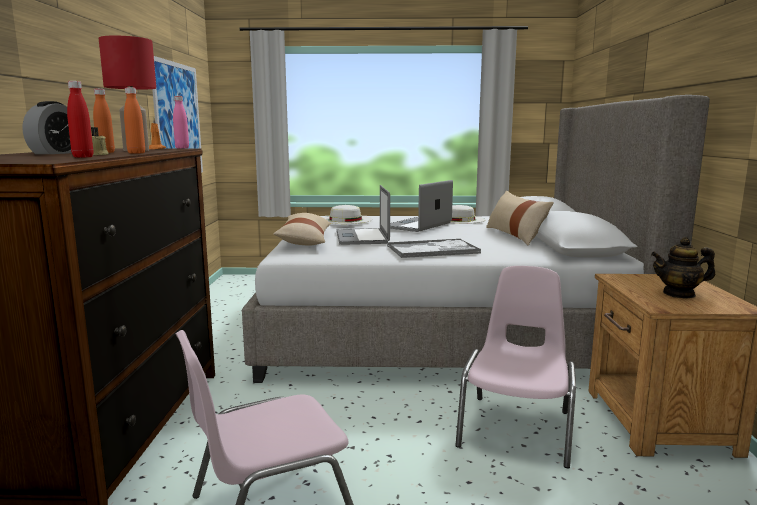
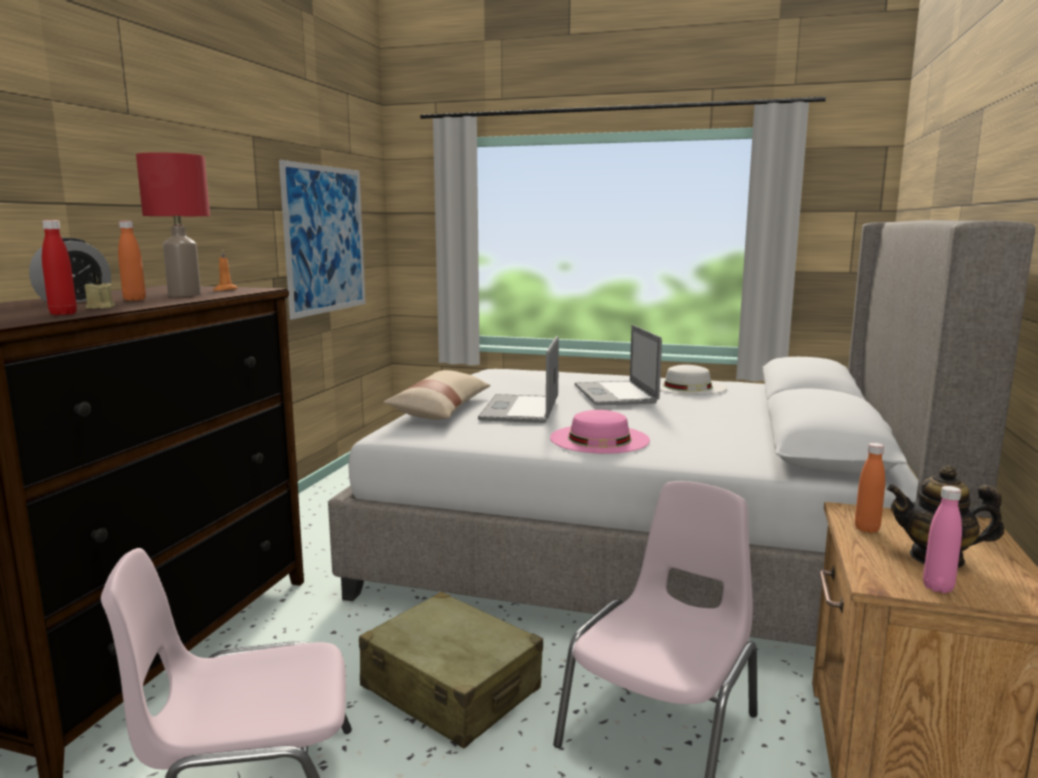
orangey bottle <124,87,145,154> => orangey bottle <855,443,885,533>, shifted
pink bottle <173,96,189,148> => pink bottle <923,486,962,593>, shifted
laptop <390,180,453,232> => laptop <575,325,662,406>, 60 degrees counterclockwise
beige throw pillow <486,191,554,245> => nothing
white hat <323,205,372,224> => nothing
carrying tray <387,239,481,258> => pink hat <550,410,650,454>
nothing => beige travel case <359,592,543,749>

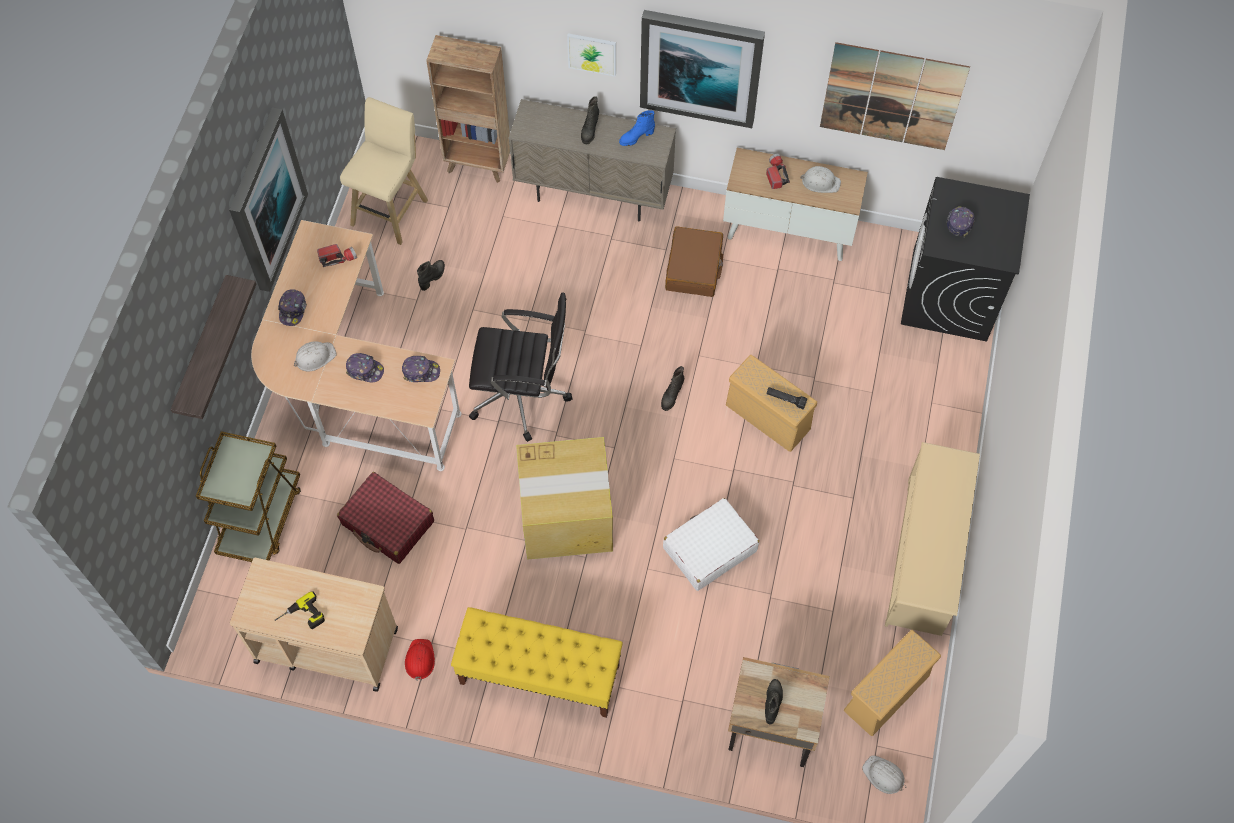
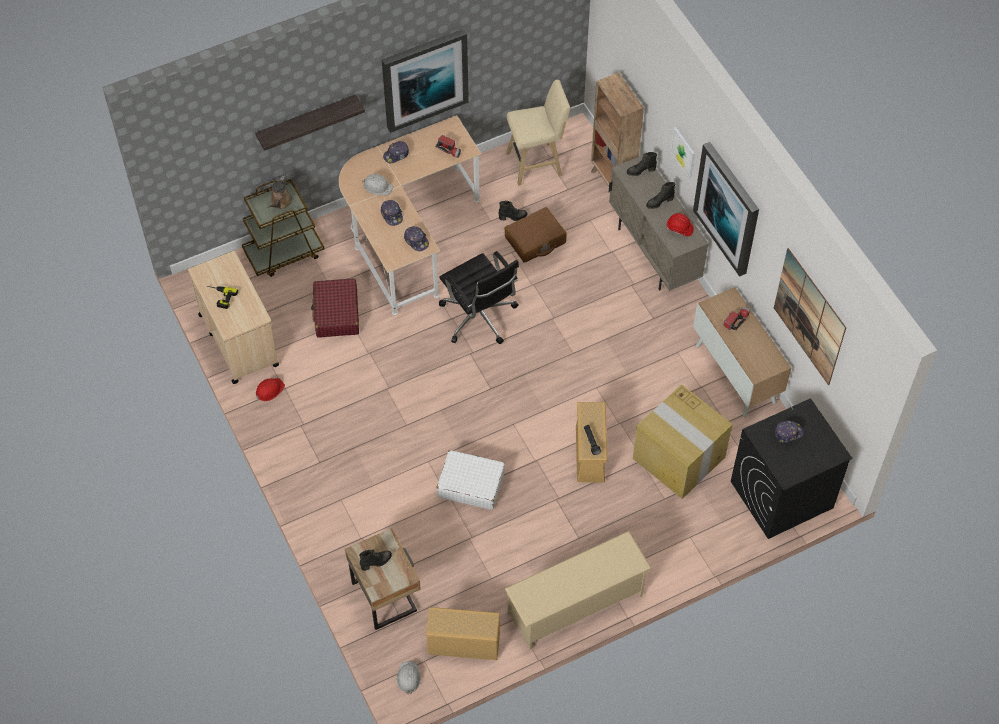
bluish high-top boot <619,110,655,146> => red-coloured hard hat <666,213,694,236>
white hard hat <800,166,841,193> => nothing
brownish travel case <665,226,723,297> => brownish travel case <504,207,566,263>, shifted
blackish high-top boot <661,366,684,411> => blackish high-top boot <627,152,657,176>, shifted
cardboard box <516,437,613,560> => cardboard box <633,384,733,499>, shifted
yellowish bench <451,607,623,718> => nothing
nothing => brownish sprinkling can <268,175,293,209>

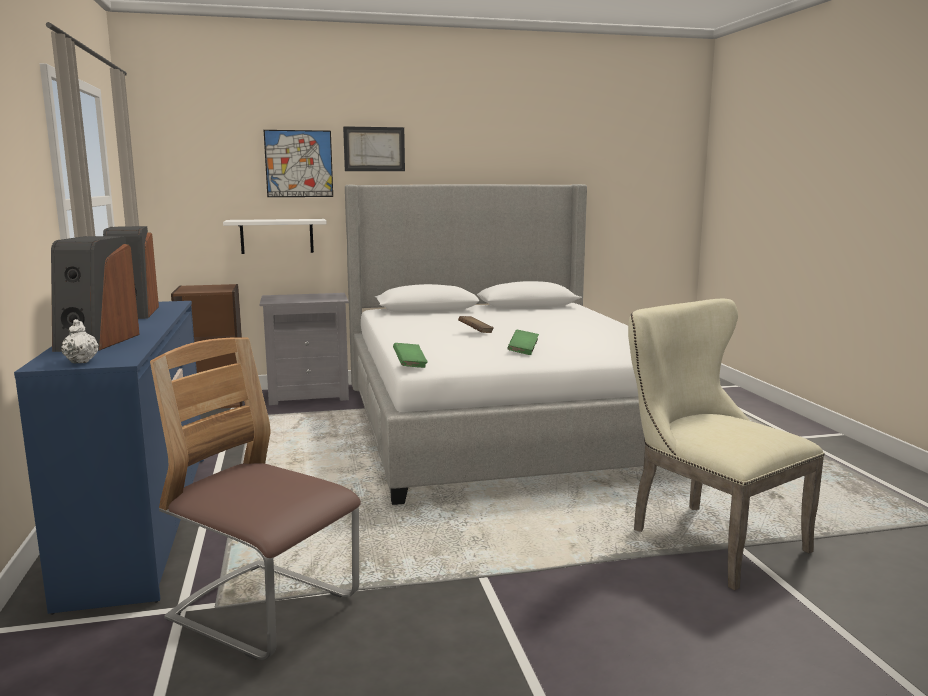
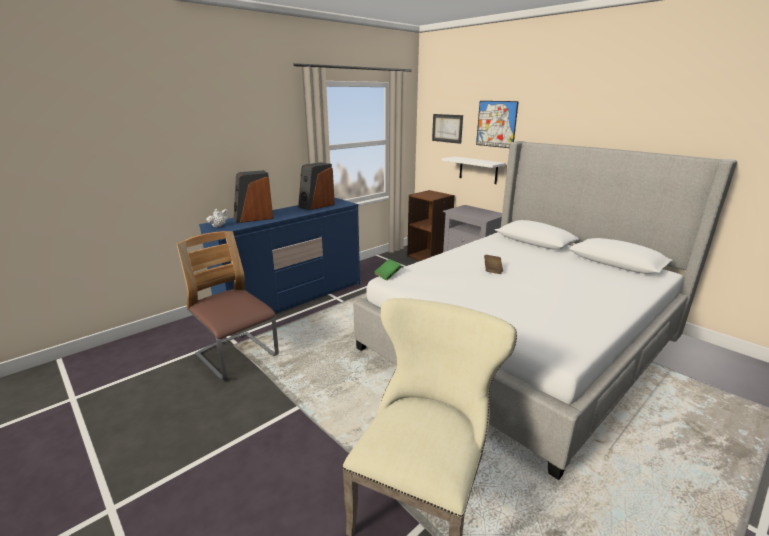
picture <343,126,405,171> => picture <432,114,463,144>, shifted
green-coloured bound book <507,330,539,355> => nothing
plain chair <150,337,361,660> => plain chair <177,231,279,380>, 45 degrees counterclockwise

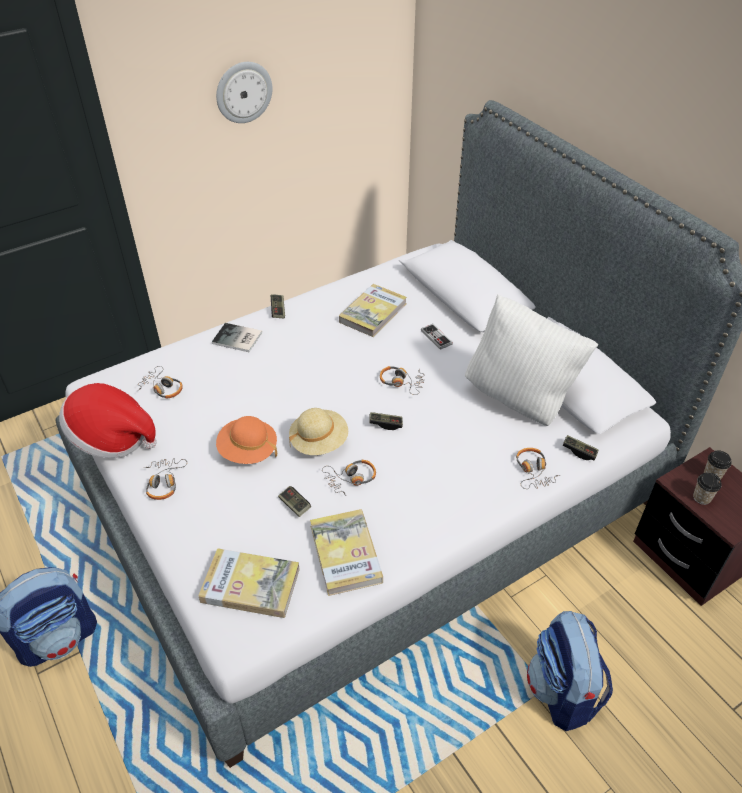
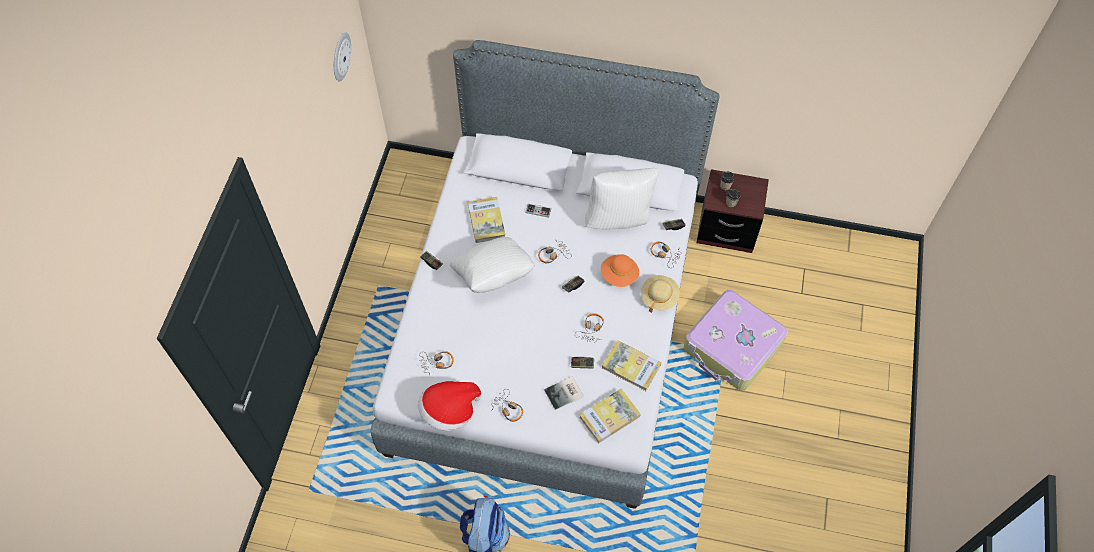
hanging clock <216,62,272,123> => hanging clock <334,32,351,81>, shifted
bound book <212,323,262,352> => bound book <544,377,584,410>, shifted
beige hat <289,408,348,455> => beige hat <641,275,680,312>, shifted
orangey hat <216,416,277,464> => orangey hat <601,254,639,287>, shifted
backpack <527,611,613,731> => travel case <684,290,788,391>
nothing => white throw pillow <450,237,535,293>

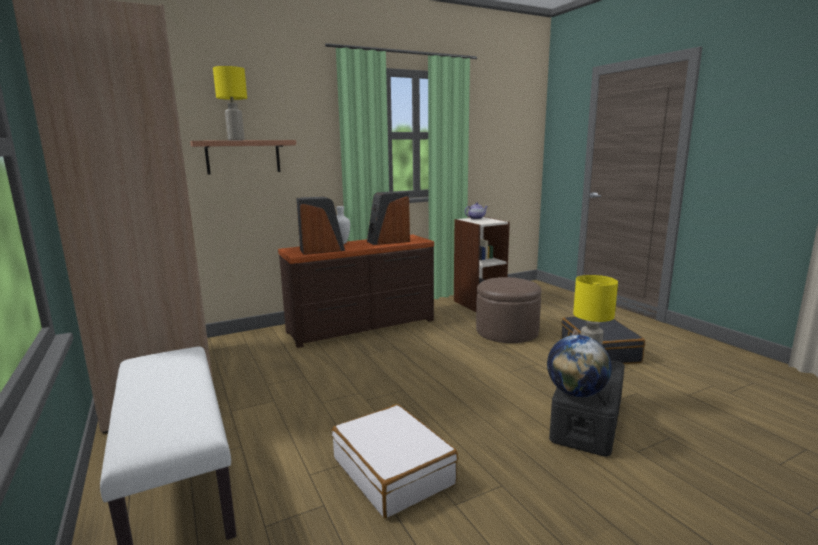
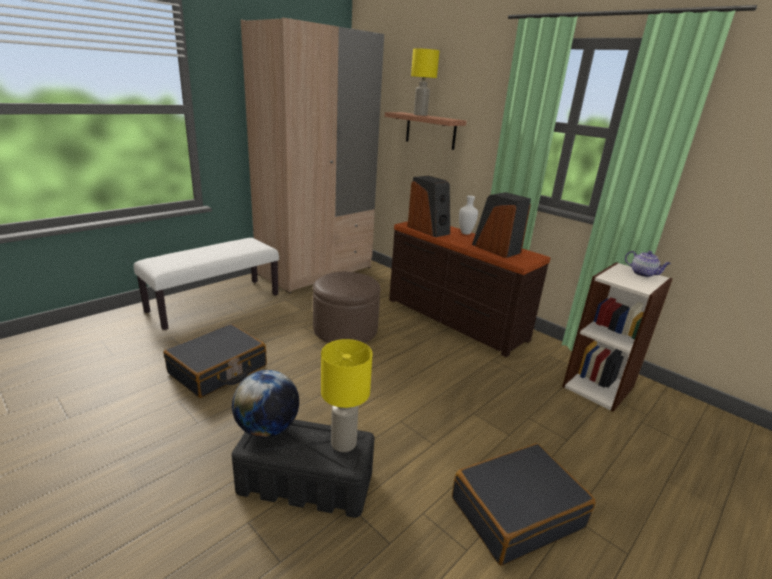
brownish footrest <476,277,541,343> => brownish footrest <313,272,380,343>, shifted
white travel case <332,404,458,518> => blackish travel case <163,324,267,398>

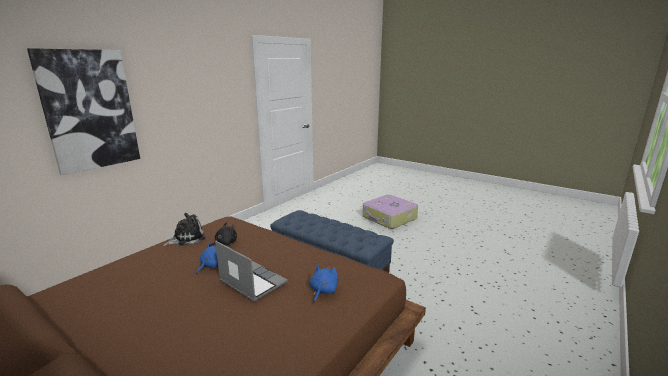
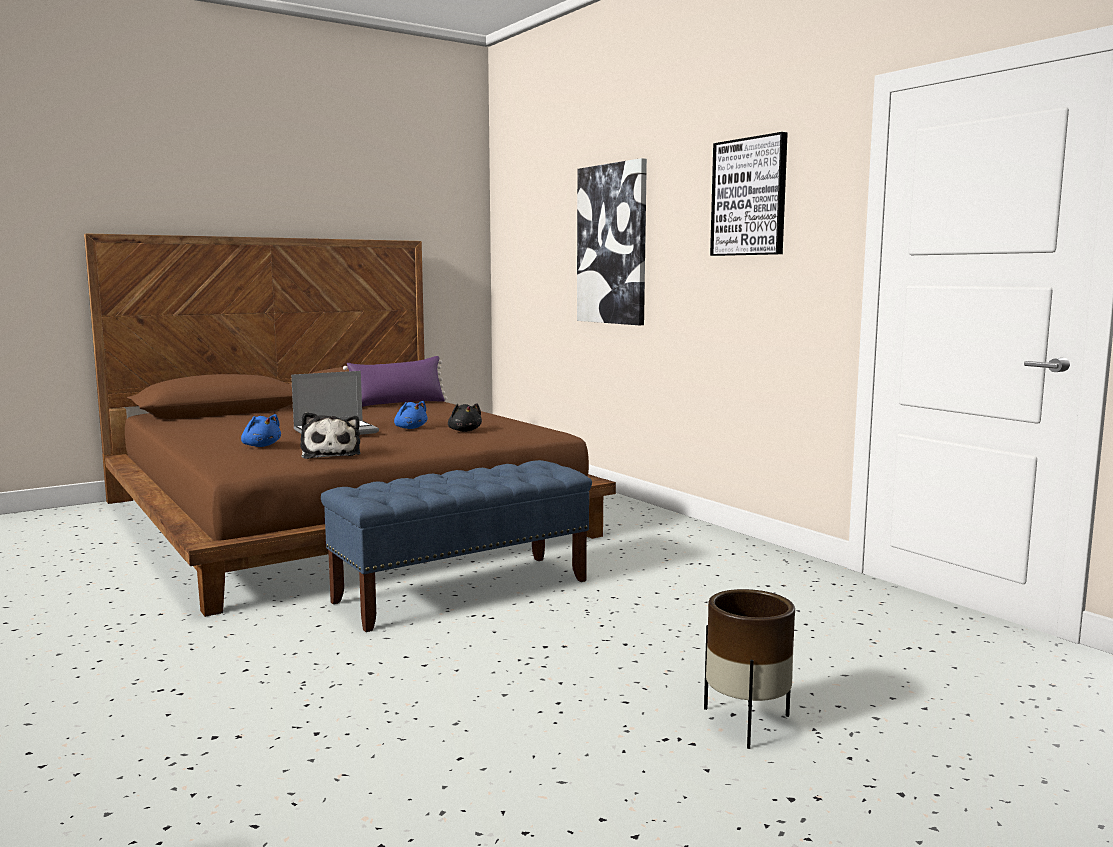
travel case <362,194,418,229> => brownish flower pot <704,589,795,749>
plush toy <163,213,205,246> => plush toy <300,412,360,459>, shifted
nothing => picture <710,132,788,256>
nothing => purple-coloured throw pillow <343,356,447,407>

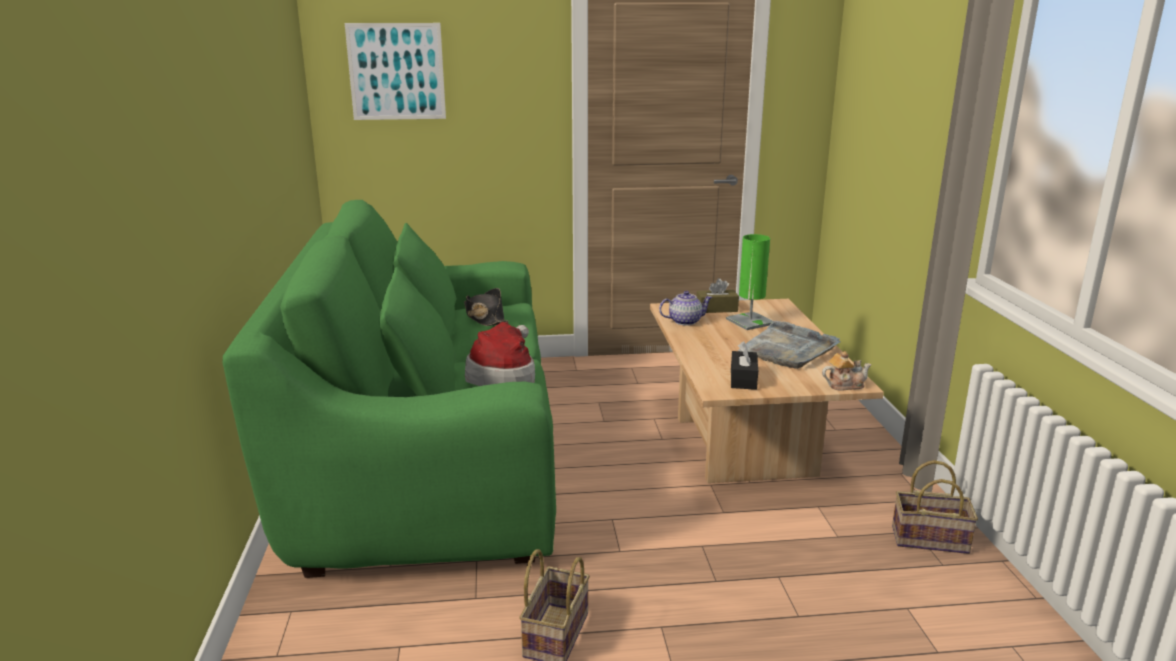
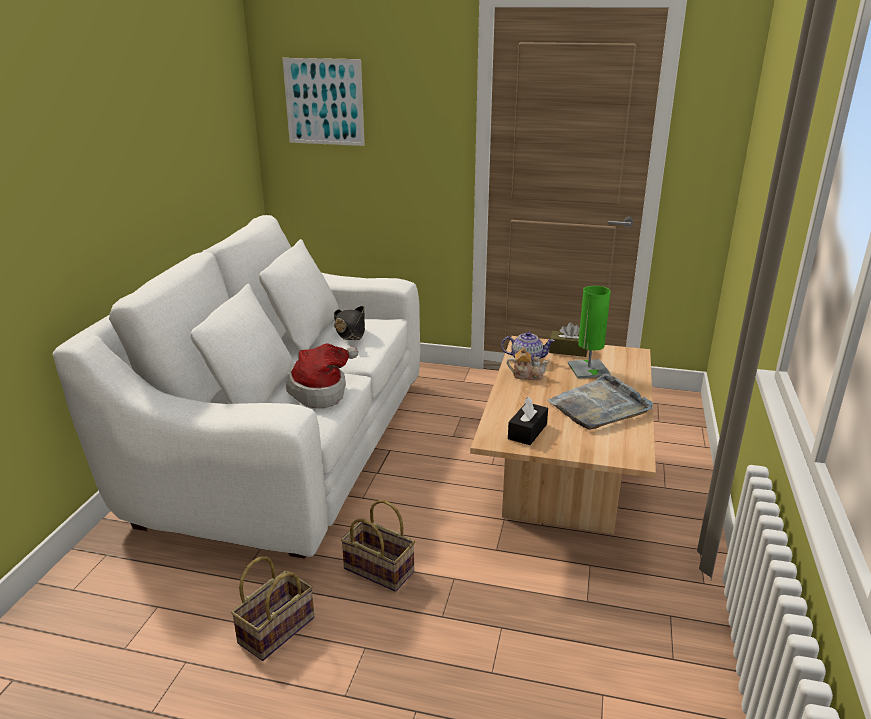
green-coloured settee <223,200,556,578> => white settee <53,215,420,559>
tea pot <822,351,871,391> => tea pot <507,347,549,380>, shifted
basket <892,460,978,554> => basket <341,500,415,592>, shifted

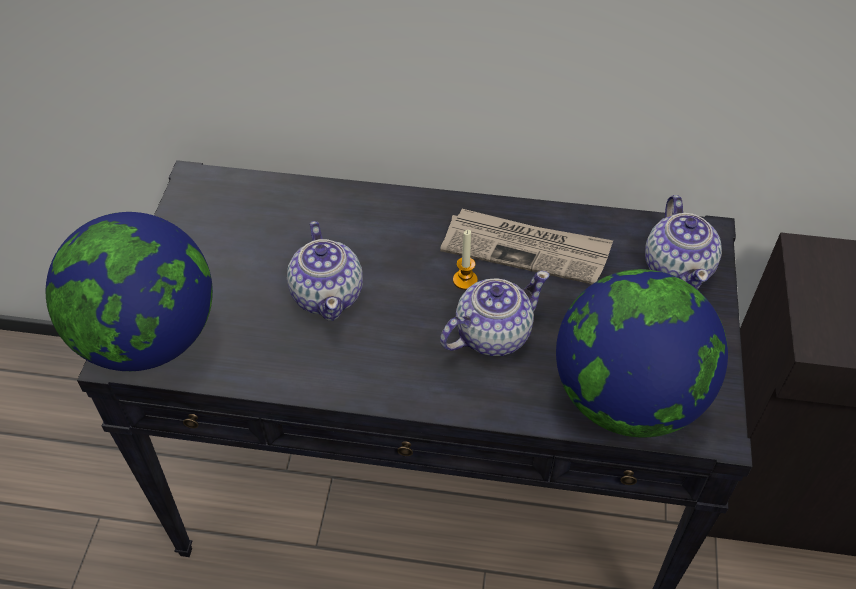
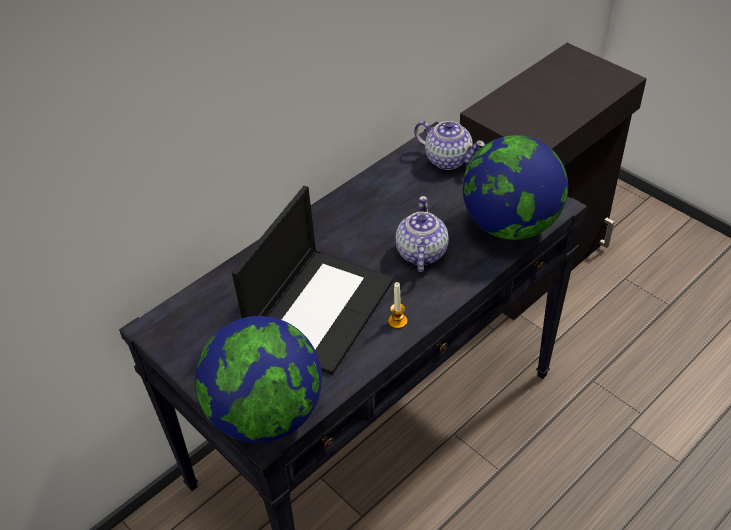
printed paper <440,209,613,284> => nothing
tea pot <287,221,363,321> => laptop <232,186,394,375>
wax candle <453,230,478,290> => wax candle <388,282,407,329>, shifted

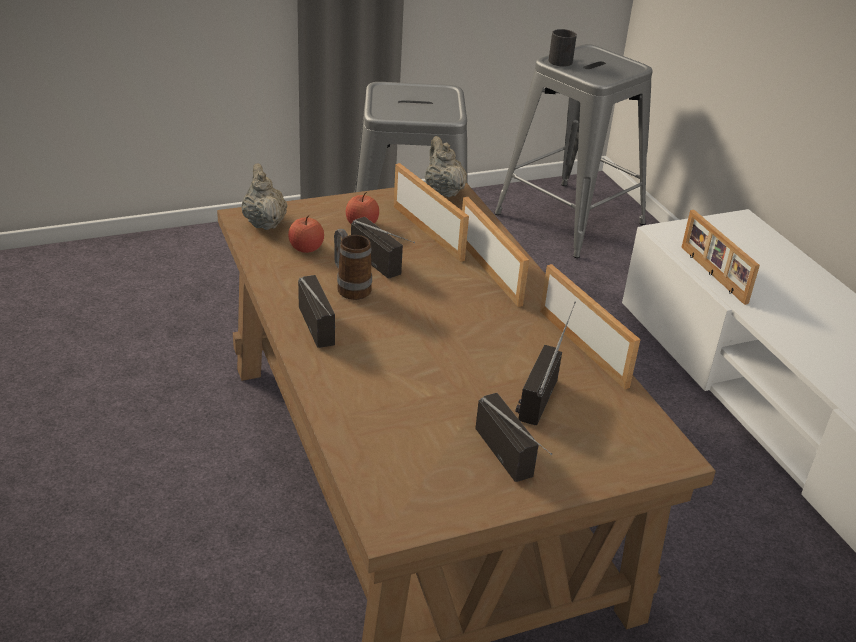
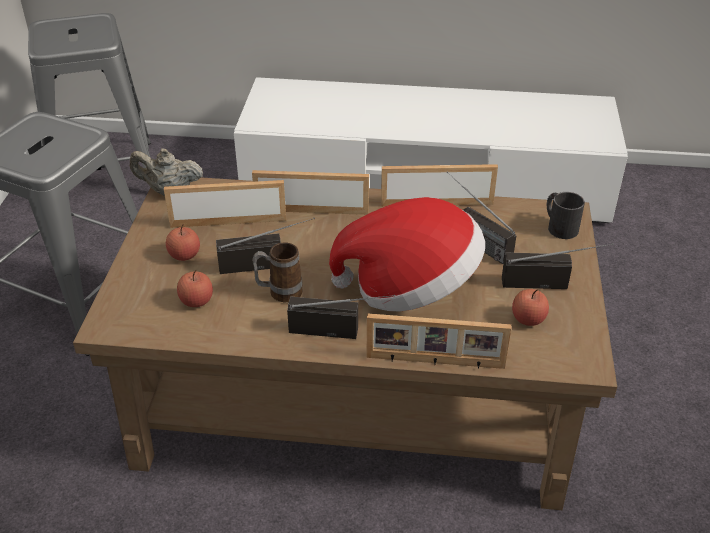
blackish tea mug <548,29,577,67> => blackish tea mug <547,192,585,239>, shifted
beige tea pot <241,164,288,230> => nothing
standing frame <681,210,760,305> => standing frame <366,313,511,369>, shifted
nothing => hat <329,197,485,311>
nothing => apple fruit <512,289,549,326>

